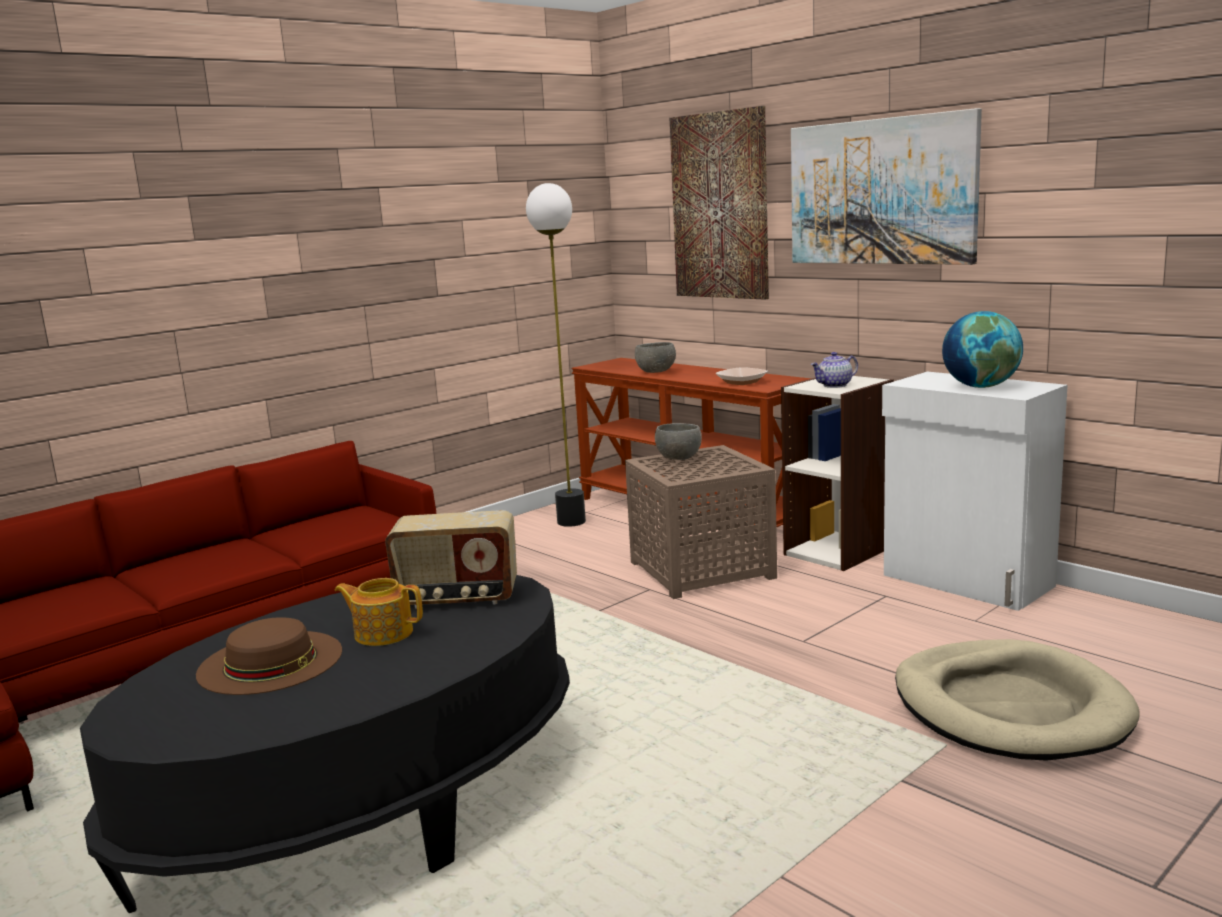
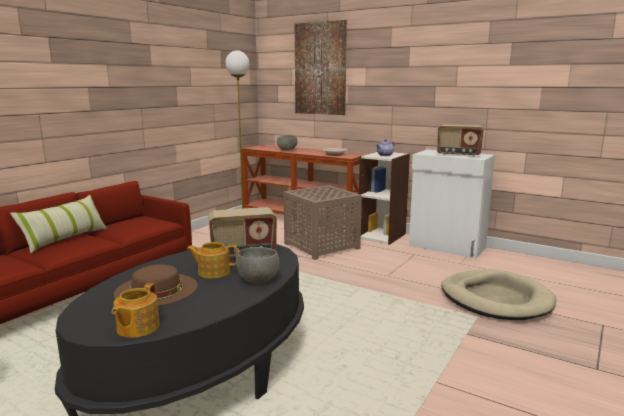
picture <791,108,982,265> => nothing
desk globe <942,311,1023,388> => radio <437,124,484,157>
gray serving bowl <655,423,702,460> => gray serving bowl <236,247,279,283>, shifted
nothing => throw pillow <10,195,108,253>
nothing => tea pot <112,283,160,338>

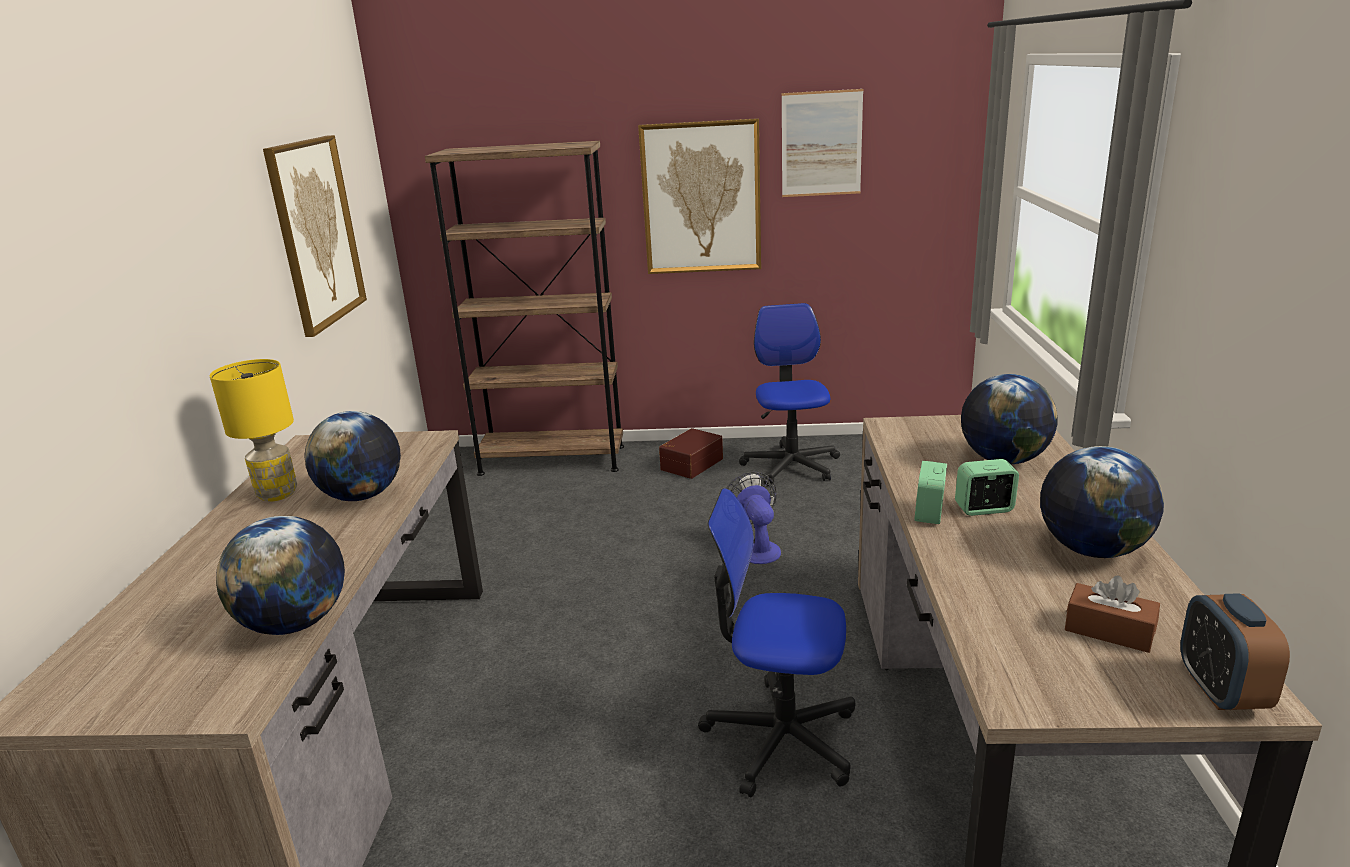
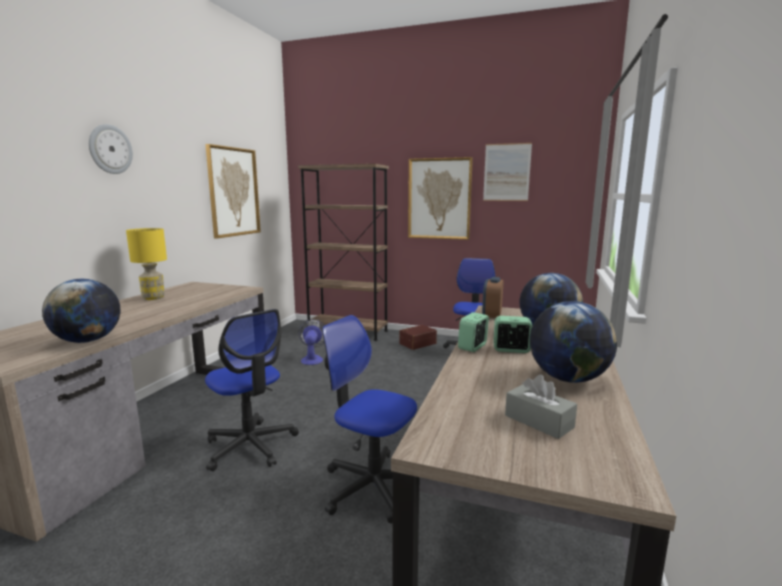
desk globe <304,411,401,501> => nothing
cooling fan <726,472,781,564> => cooling fan <298,319,325,365>, shifted
brownish tissue box <1065,576,1160,653> => gray tissue box <505,375,577,439>
bedside clock <1181,593,1290,710> => bedside clock <482,277,503,318>, shifted
nothing => hanging clock <89,124,133,174>
nothing => office chair <205,309,299,471>

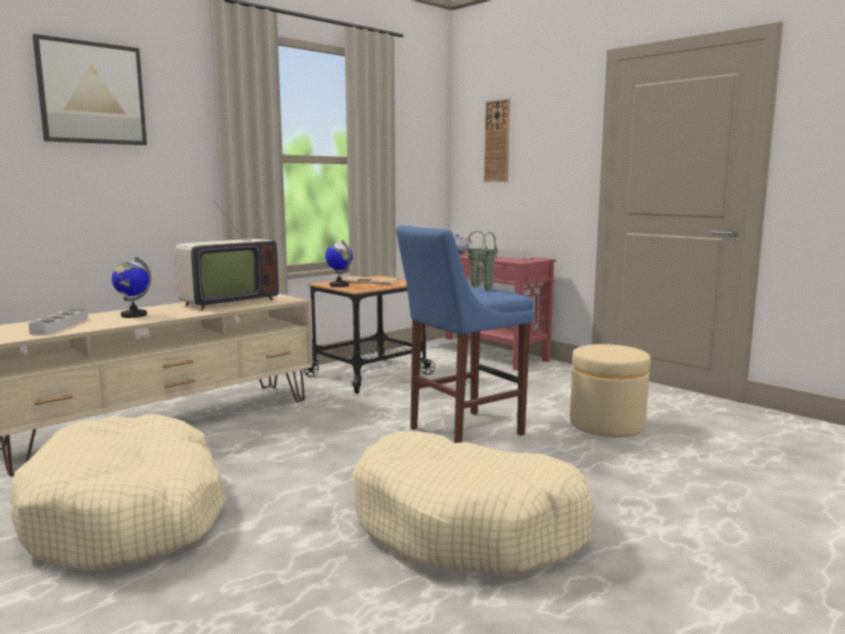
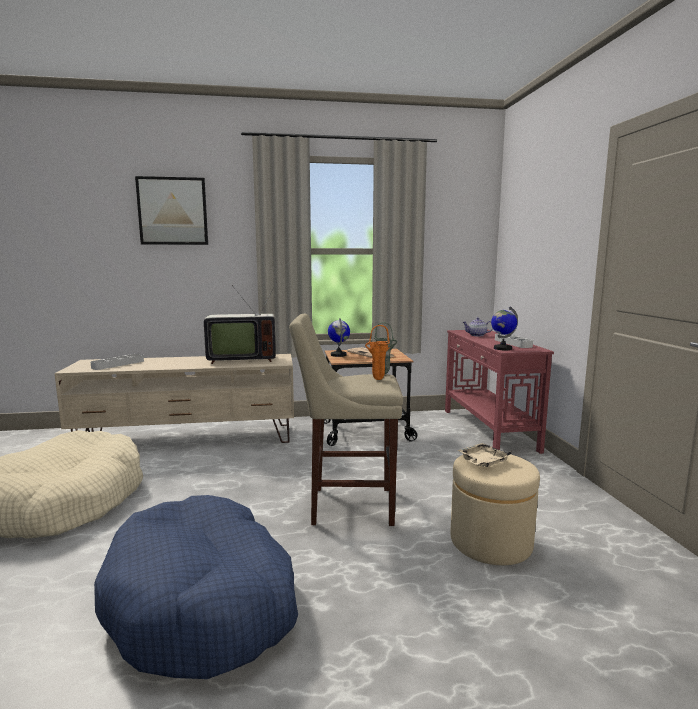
hanging clock <484,99,510,182> => nothing
bluish stool seat <396,225,534,443> => beige stool seat <289,314,403,526>
green-coloured flower vase <478,232,498,291> => orangey flower vase <365,325,390,380>
desk globe <112,257,151,318> => desk globe <491,306,518,350>, shifted
beige pet bed <353,431,595,576> => bluish pet bed <94,495,298,679>
nothing => beige carrying tray <458,443,512,467>

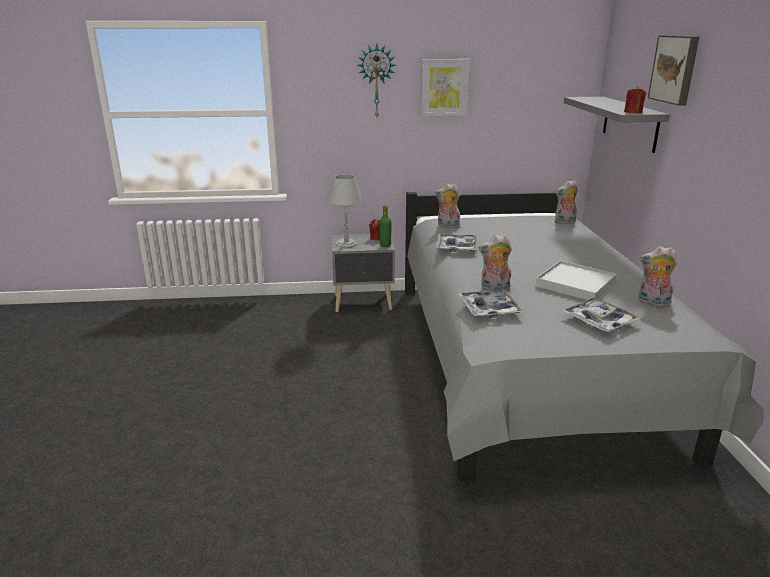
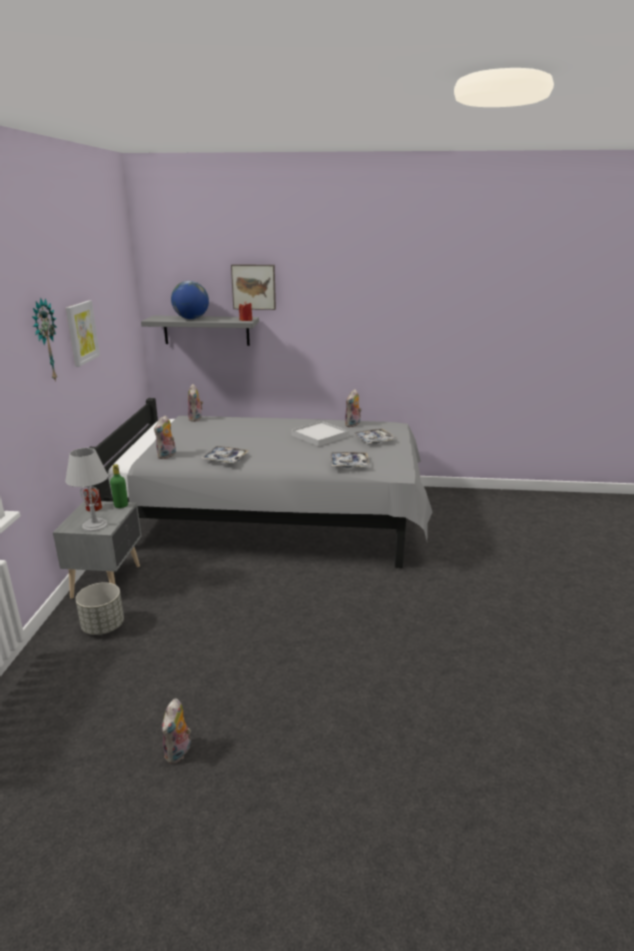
plush toy <479,235,512,291> => plush toy <161,699,191,764>, shifted
nothing => desk globe <171,281,209,319>
nothing => gray flower pot <76,582,124,635>

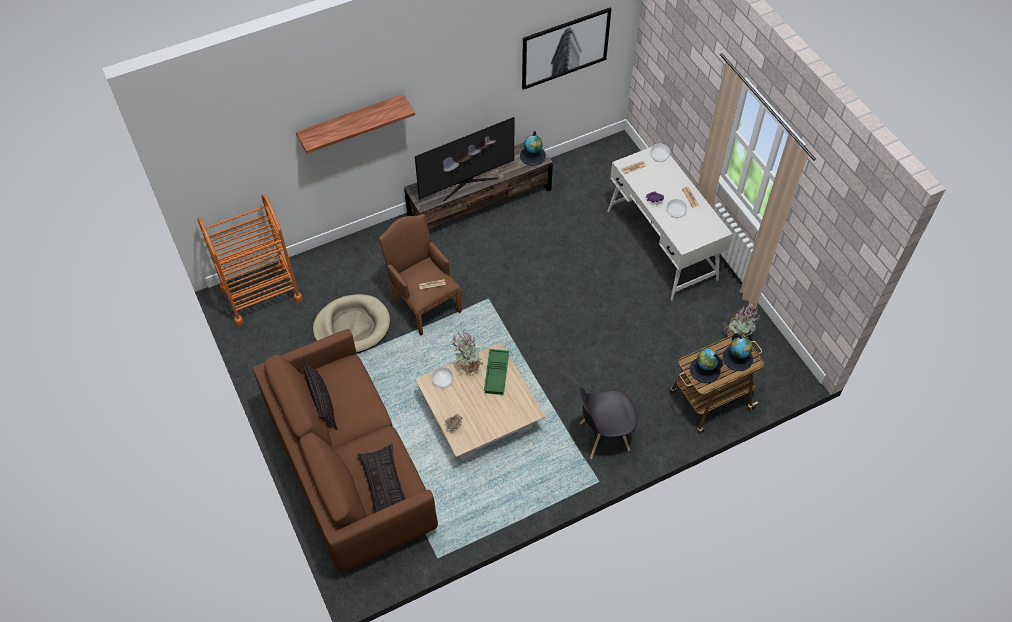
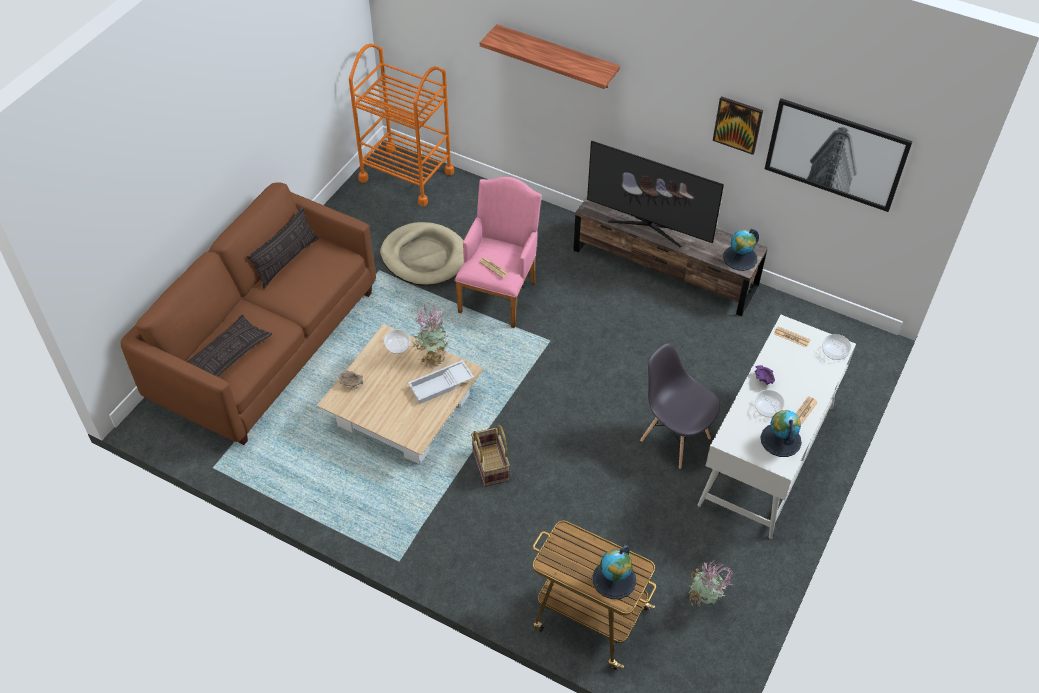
brownish easy chair <379,214,462,335> => pink easy chair <454,177,542,328>
desk globe <690,348,723,383> => desk globe <760,410,802,457>, shifted
green-coloured carrying tray <484,349,509,395> => white carrying tray <408,360,474,404>
gray plain chair <579,387,638,459> => gray plain chair <640,343,720,469>, shifted
nothing => picture <713,96,763,155>
nothing => basket <471,425,510,487>

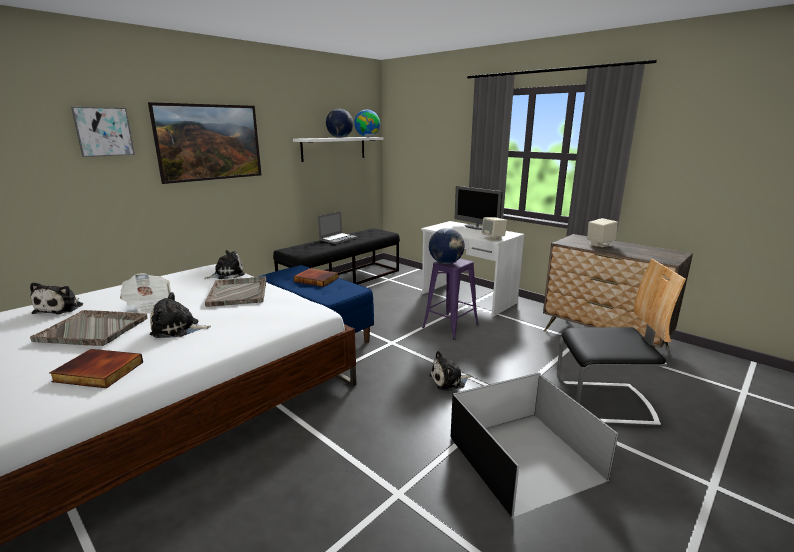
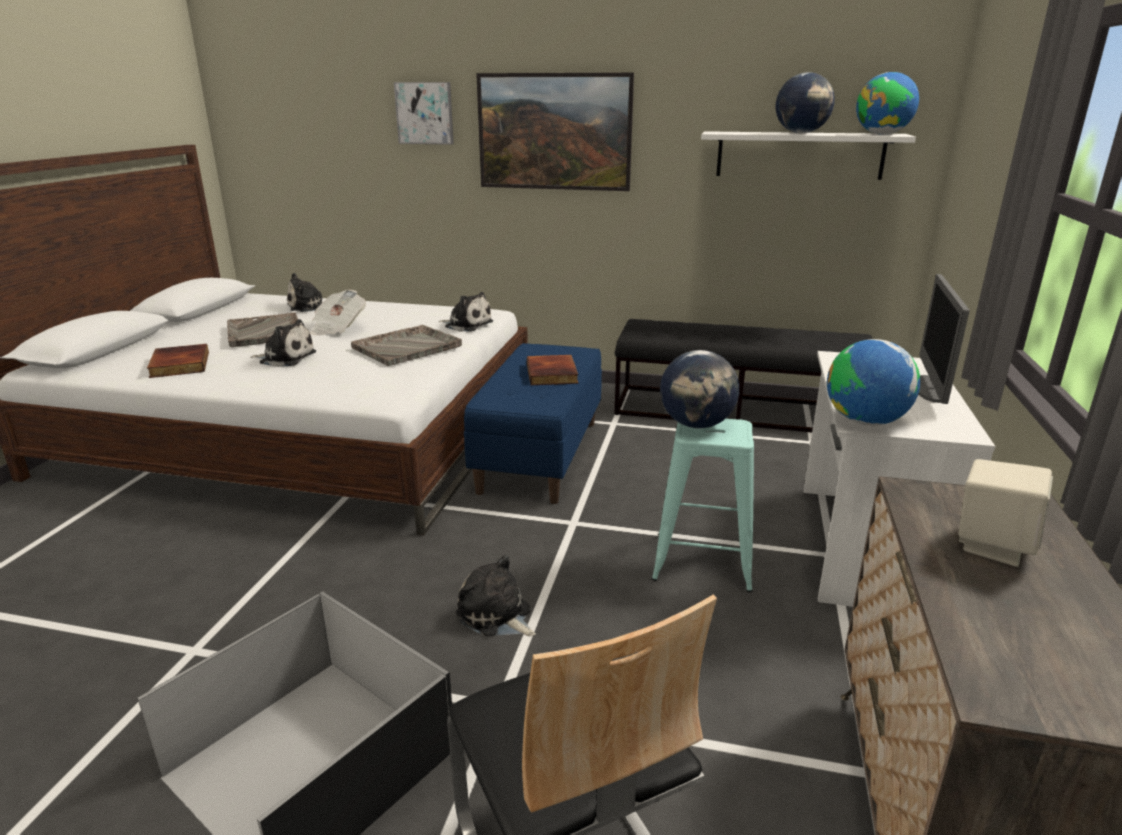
laptop <318,211,357,244> => nothing
beige speaker <481,217,507,241> => desk globe <827,339,920,426>
purple-coloured stool seat <422,258,479,339> => blue-green stool seat <652,419,754,592>
plush toy <150,292,211,338> => plush toy <250,319,316,367>, 135 degrees clockwise

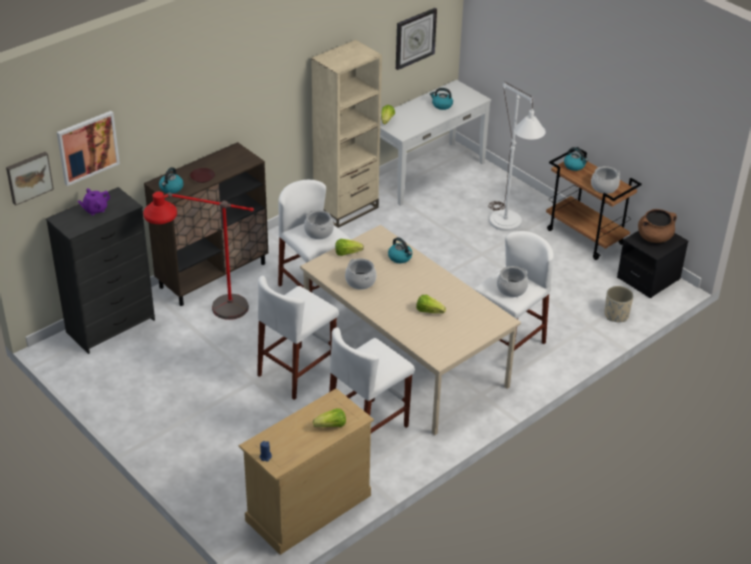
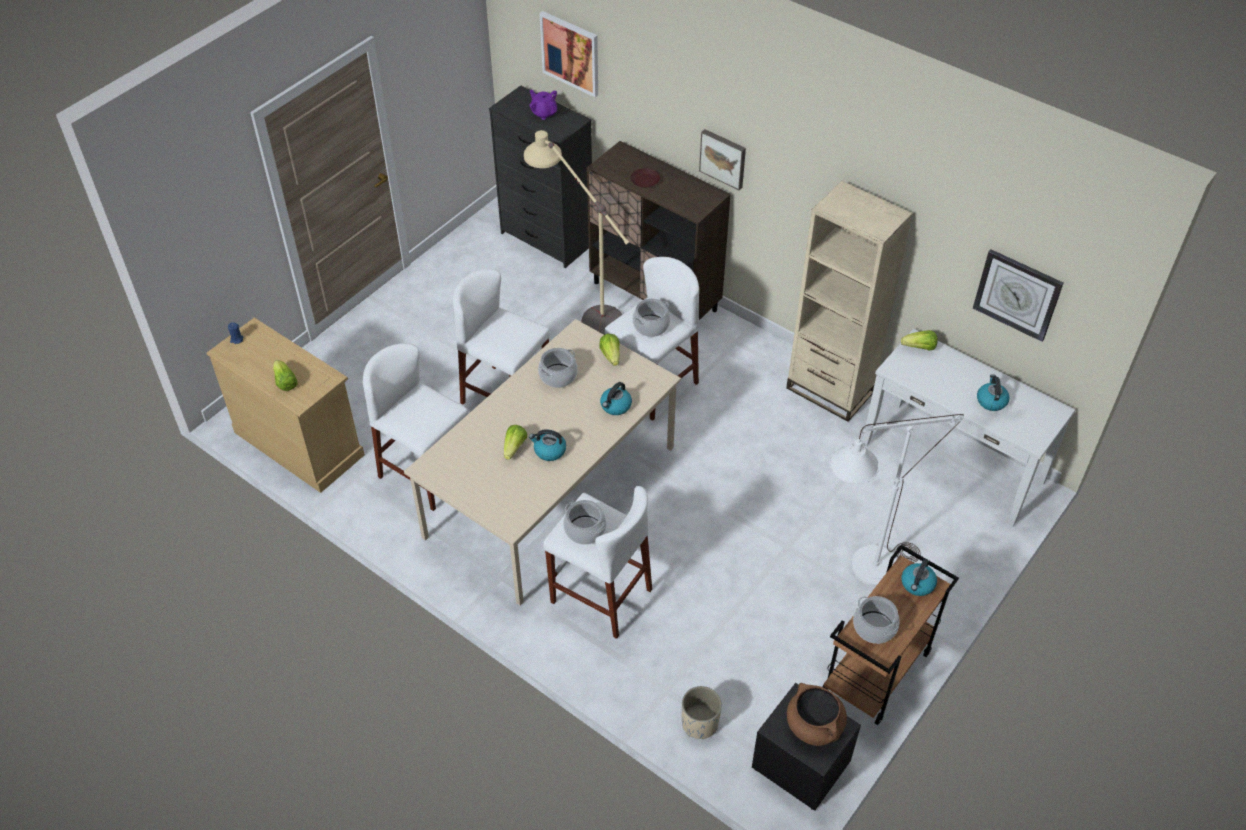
picture <6,152,54,206> => picture <699,129,746,190>, shifted
kettle <159,167,184,194> => kettle <529,429,566,461>, shifted
red-coloured standard lamp <143,191,254,320> => beige standard lamp <524,130,629,335>

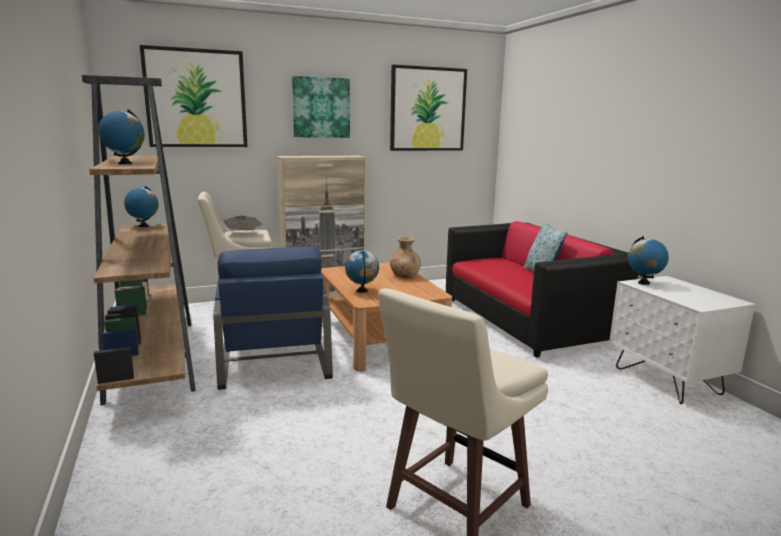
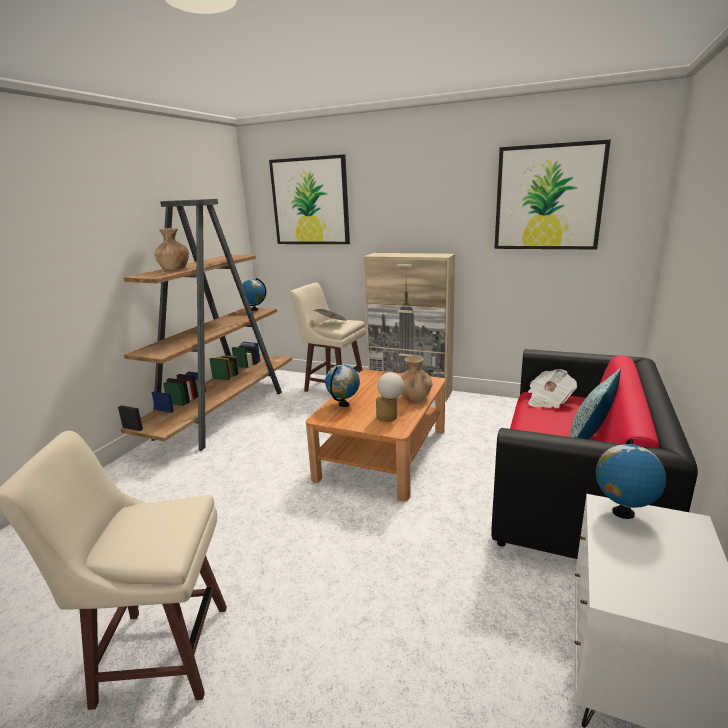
picture <292,76,350,138> => nothing
desk globe <98,109,145,164> => brownish flower vase <154,228,189,270>
bluish easy chair <213,247,333,390> => nothing
nothing => printed paper <528,369,577,408>
nothing => tabletop lamp <376,372,404,422>

